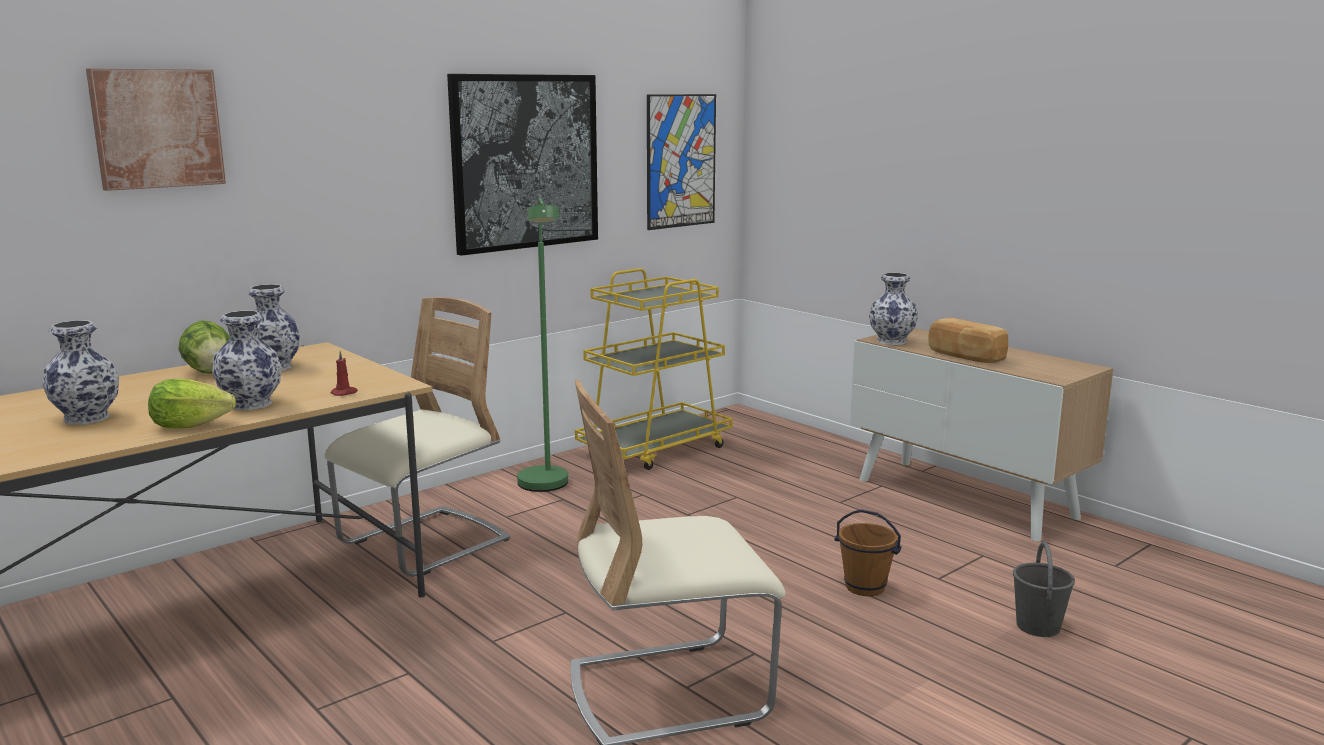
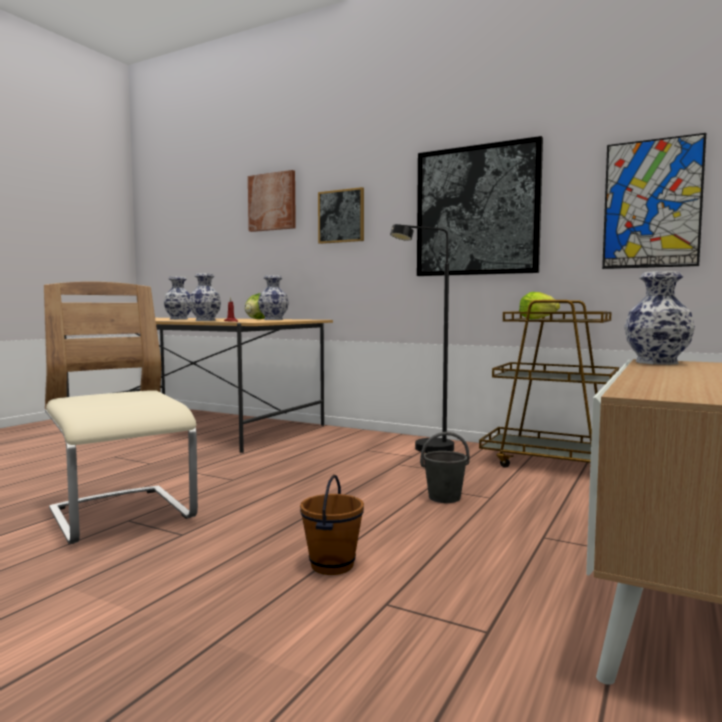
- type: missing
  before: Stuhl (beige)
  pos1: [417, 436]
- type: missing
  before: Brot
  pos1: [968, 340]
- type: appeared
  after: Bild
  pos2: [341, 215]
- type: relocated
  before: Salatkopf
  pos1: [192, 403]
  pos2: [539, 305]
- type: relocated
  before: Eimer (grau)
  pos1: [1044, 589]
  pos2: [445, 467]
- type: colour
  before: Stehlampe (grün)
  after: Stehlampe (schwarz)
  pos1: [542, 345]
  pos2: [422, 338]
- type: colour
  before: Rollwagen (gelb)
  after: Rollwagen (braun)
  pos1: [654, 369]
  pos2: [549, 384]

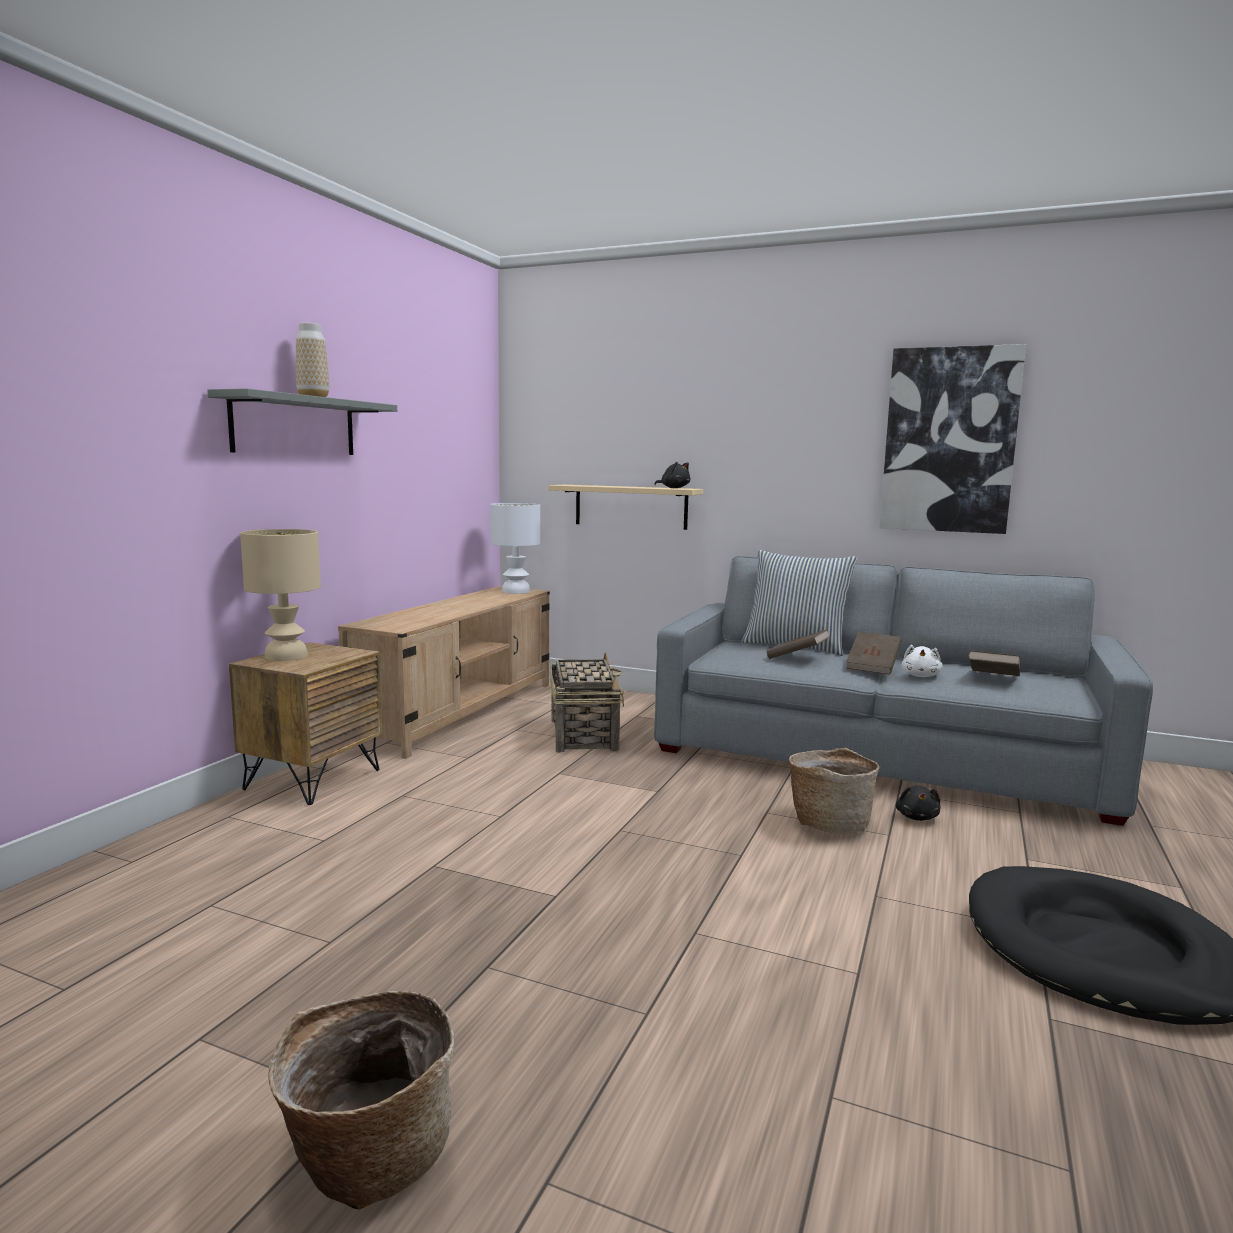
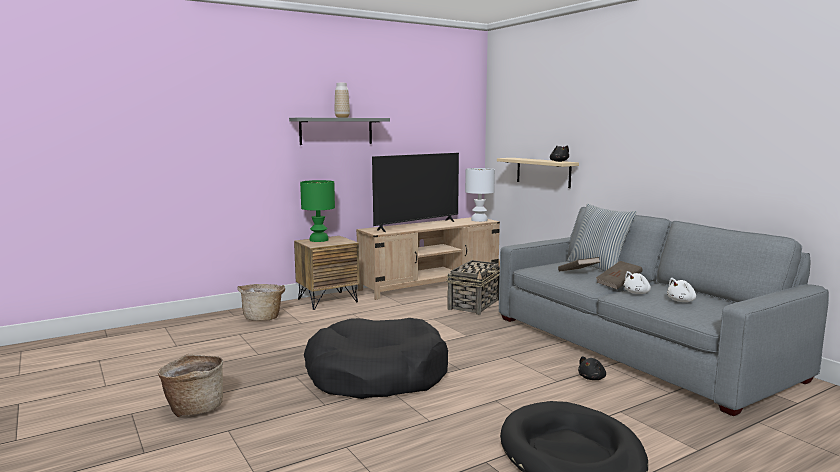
- type: missing
  before: Bild
  pos1: [952, 439]
- type: appeared
  after: Hundebett (schwarz)
  pos2: [376, 358]
- type: appeared
  after: Fernseher
  pos2: [415, 192]
- type: relocated
  before: Korb
  pos1: [834, 791]
  pos2: [261, 302]
- type: exchanged
  before: Buch (braun)
  after: Plüschtier (weiß)
  pos1: [994, 663]
  pos2: [681, 290]
- type: colour
  before: Tischlampe (beige)
  after: Tischlampe (grün)
  pos1: [280, 595]
  pos2: [317, 211]

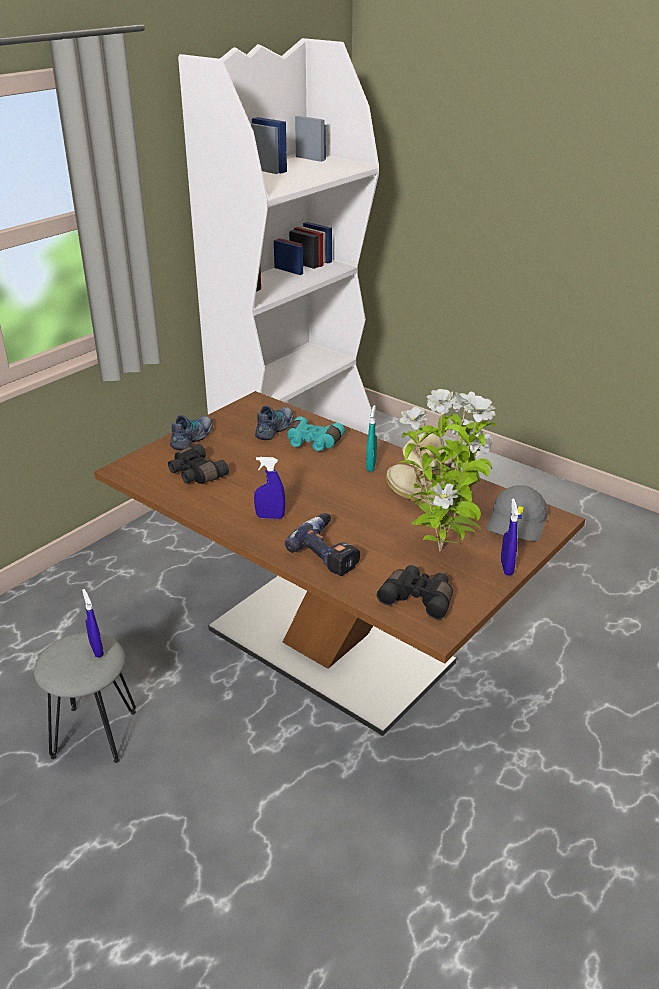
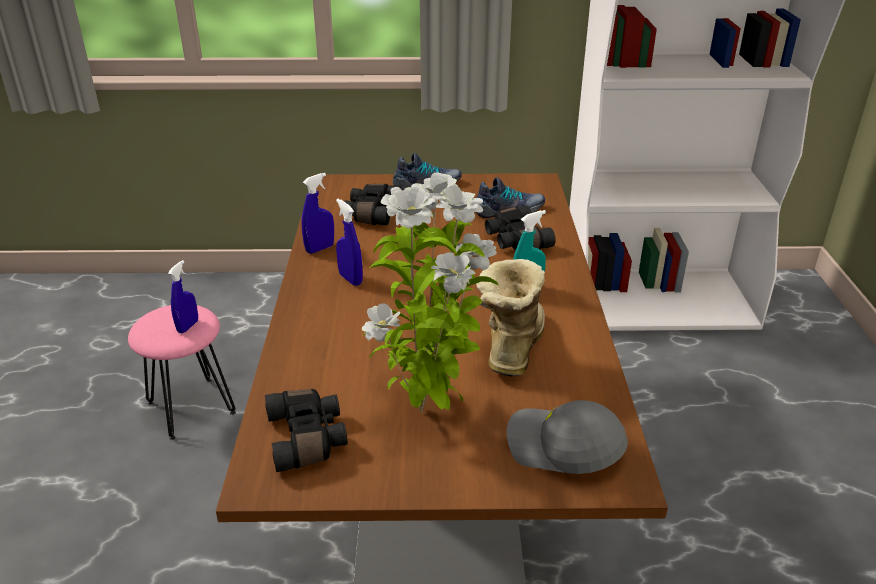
- type: missing
  before: Bohrmaschine
  pos1: [322, 544]
- type: relocated
  before: Sprühflasche (blau)
  pos1: [510, 537]
  pos2: [318, 213]
- type: colour
  before: Hocker (grau)
  after: Hocker (rosa)
  pos1: [85, 697]
  pos2: [182, 372]
- type: colour
  before: Fernglas (türkis)
  after: Fernglas (schwarz)
  pos1: [316, 434]
  pos2: [520, 228]
- type: spun
  before: Kappe (grau)
  pos1: [517, 513]
  pos2: [567, 437]
  turn: 45

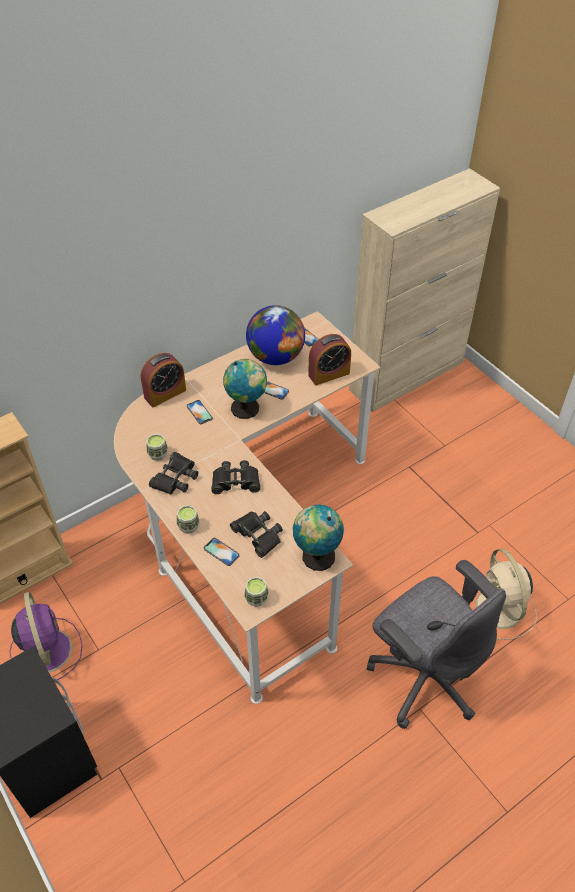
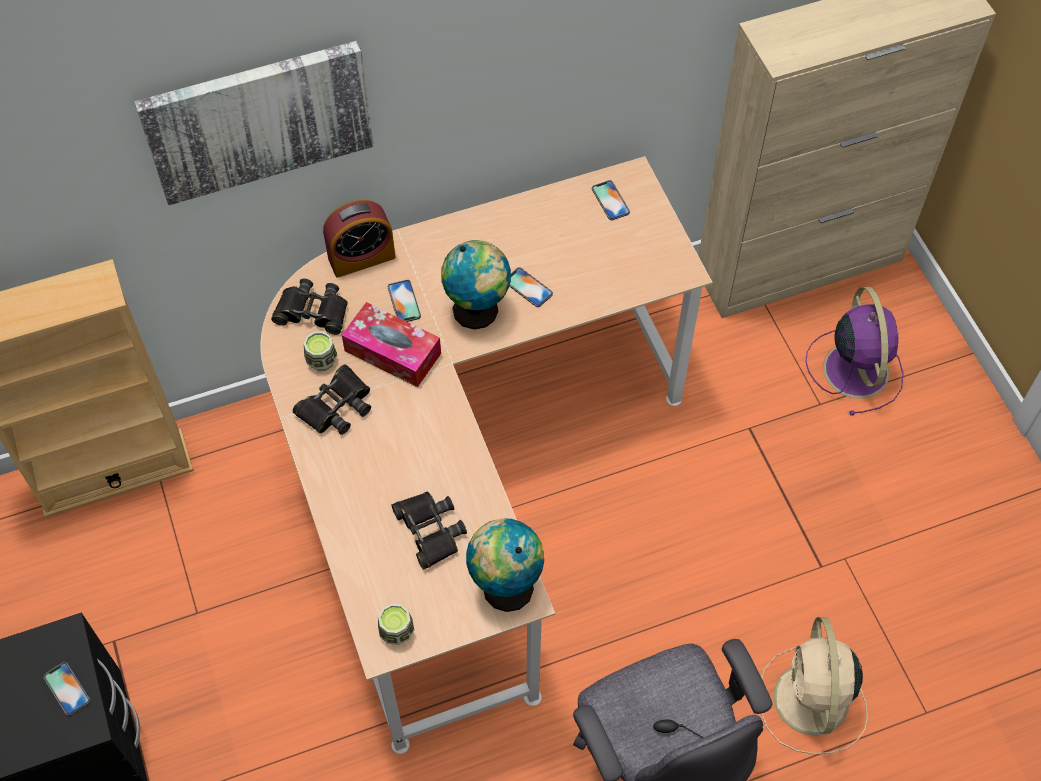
- type: missing
  before: Tasse
  pos1: [188, 519]
- type: missing
  before: Globus
  pos1: [275, 335]
- type: missing
  before: Wecker
  pos1: [329, 359]
- type: appeared
  after: Bild
  pos2: [254, 123]
- type: appeared
  after: Taschentuchbox
  pos2: [391, 344]
- type: relocated
  before: Ventilator (lila)
  pos1: [45, 636]
  pos2: [854, 351]
- type: relocated
  before: Handy
  pos1: [222, 552]
  pos2: [67, 689]
- type: relocated
  before: Fernglas (schwarz)
  pos1: [235, 477]
  pos2: [309, 307]

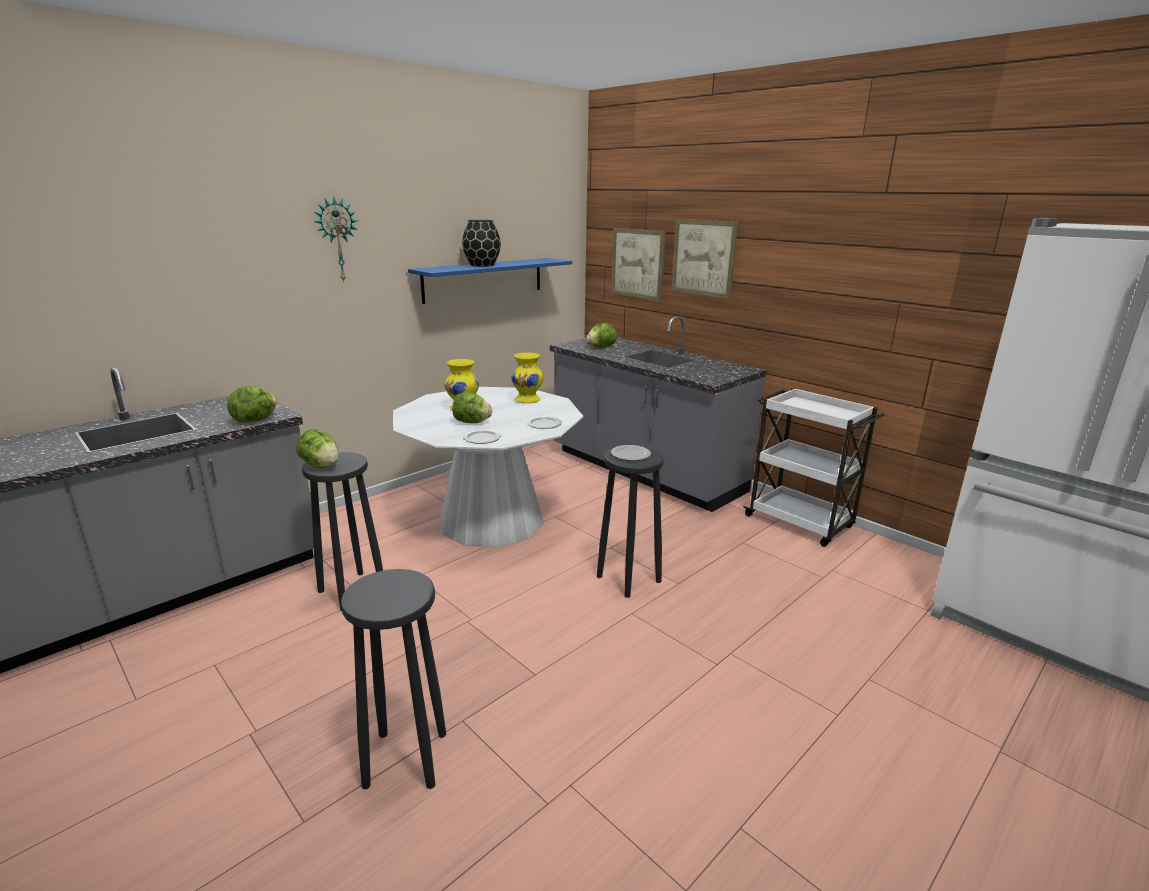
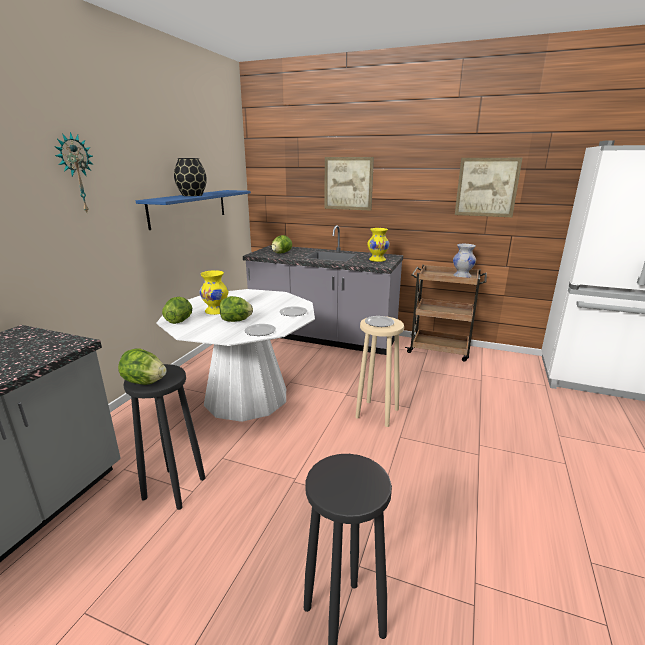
- type: appeared
  after: Vase (weiß)
  pos2: [464, 261]
- type: relocated
  before: Salatkopf
  pos1: [252, 404]
  pos2: [177, 310]
- type: relocated
  before: Vase (gelb)
  pos1: [527, 378]
  pos2: [378, 245]
- type: relocated
  before: Bild
  pos1: [638, 264]
  pos2: [488, 187]
- type: colour
  before: Hocker (schwarz)
  after: Hocker (beige)
  pos1: [630, 522]
  pos2: [379, 371]
- type: colour
  before: Rollwagen (weiß)
  after: Rollwagen (braun)
  pos1: [814, 467]
  pos2: [446, 313]

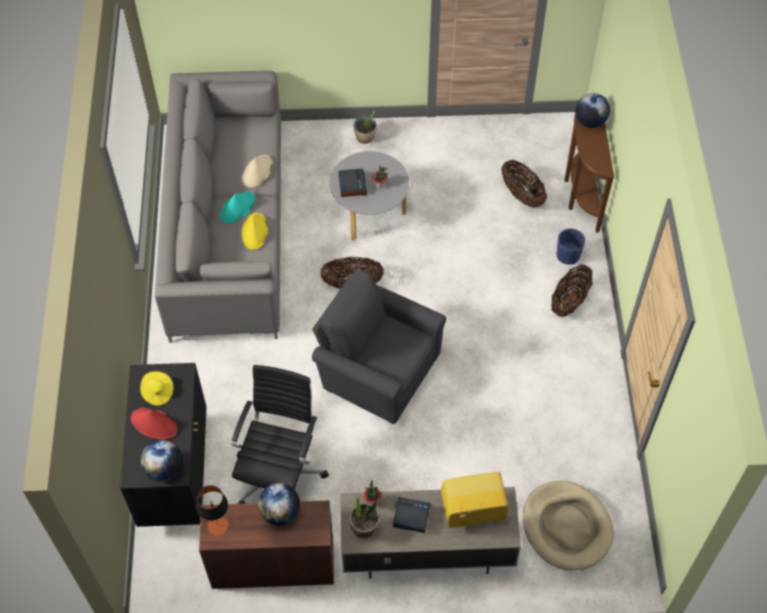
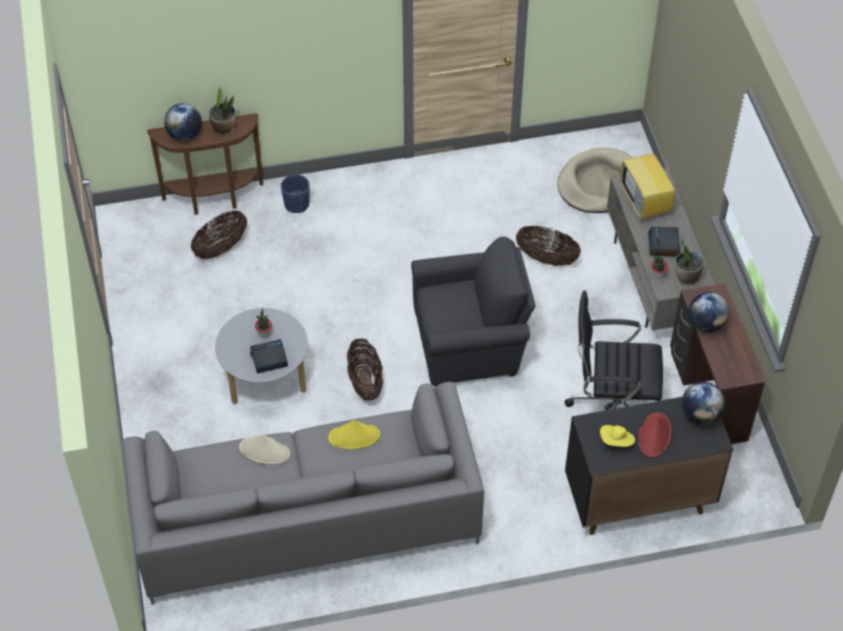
- type: missing
  before: Tischlampe
  pos1: [212, 510]
- type: missing
  before: Hut (türkis)
  pos1: [237, 207]
- type: relocated
  before: Topfpflanze
  pos1: [364, 127]
  pos2: [222, 110]
- type: relocated
  before: Korb
  pos1: [572, 290]
  pos2: [548, 246]
- type: spun
  before: Sessel (grau)
  pos1: [379, 347]
  pos2: [473, 312]
  turn: -120

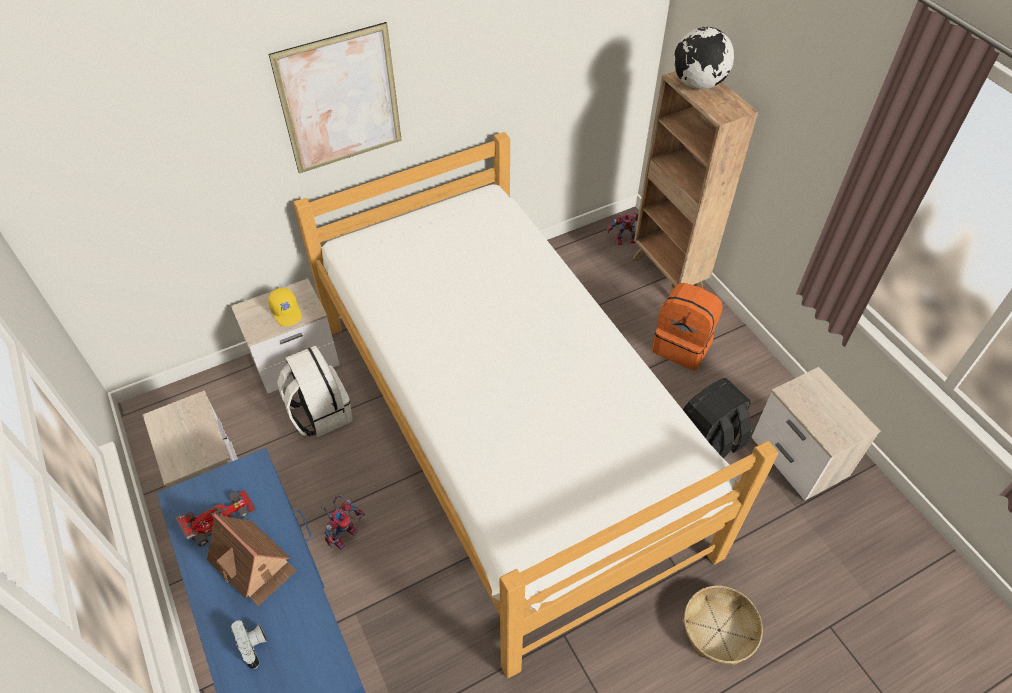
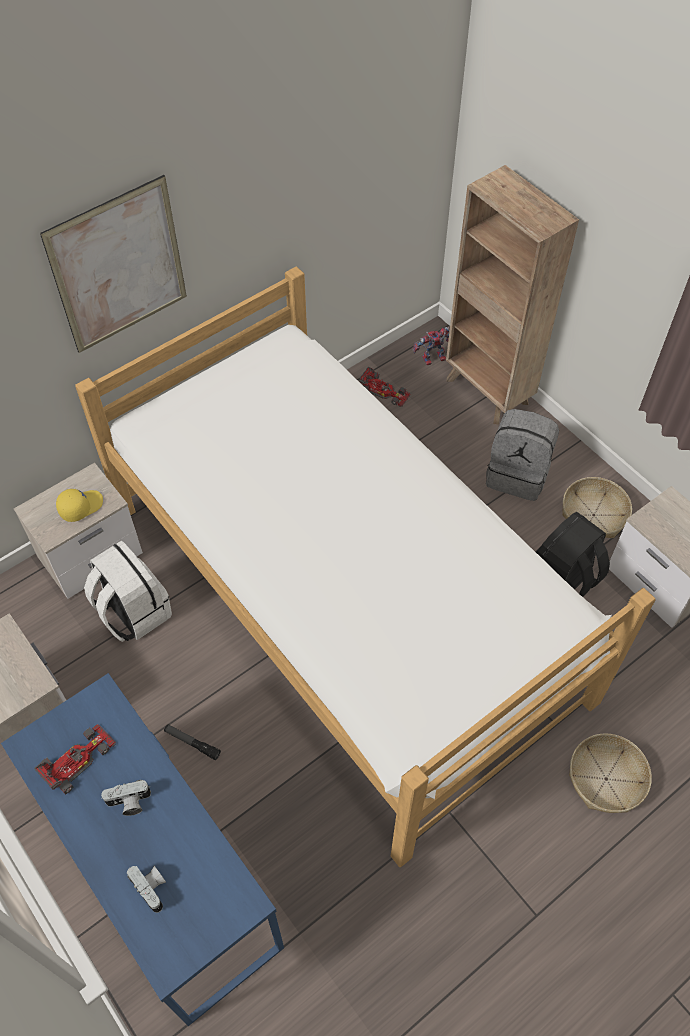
- type: missing
  before: Globus
  pos1: [704, 58]
- type: appeared
  after: Spielzeugauto
  pos2: [385, 387]
- type: appeared
  after: Korb
  pos2: [597, 507]
- type: exchanged
  before: Spielzeughaus
  after: Kamera
  pos1: [252, 559]
  pos2: [126, 798]
- type: exchanged
  before: Spielzeugroboter
  after: Taschenlampe
  pos1: [343, 522]
  pos2: [192, 742]
- type: colour
  before: Rucksack (orange)
  after: Rucksack (grau)
  pos1: [687, 326]
  pos2: [522, 455]
- type: spun
  before: Kappe (gelb)
  pos1: [285, 307]
  pos2: [79, 505]
  turn: -90

